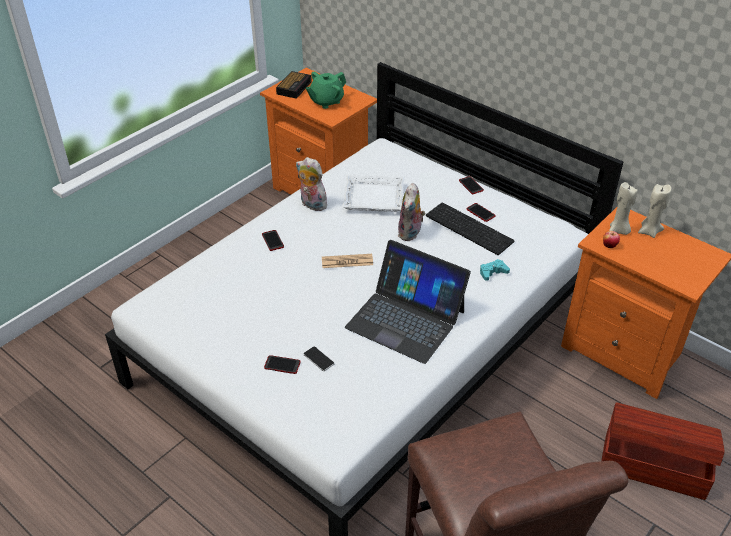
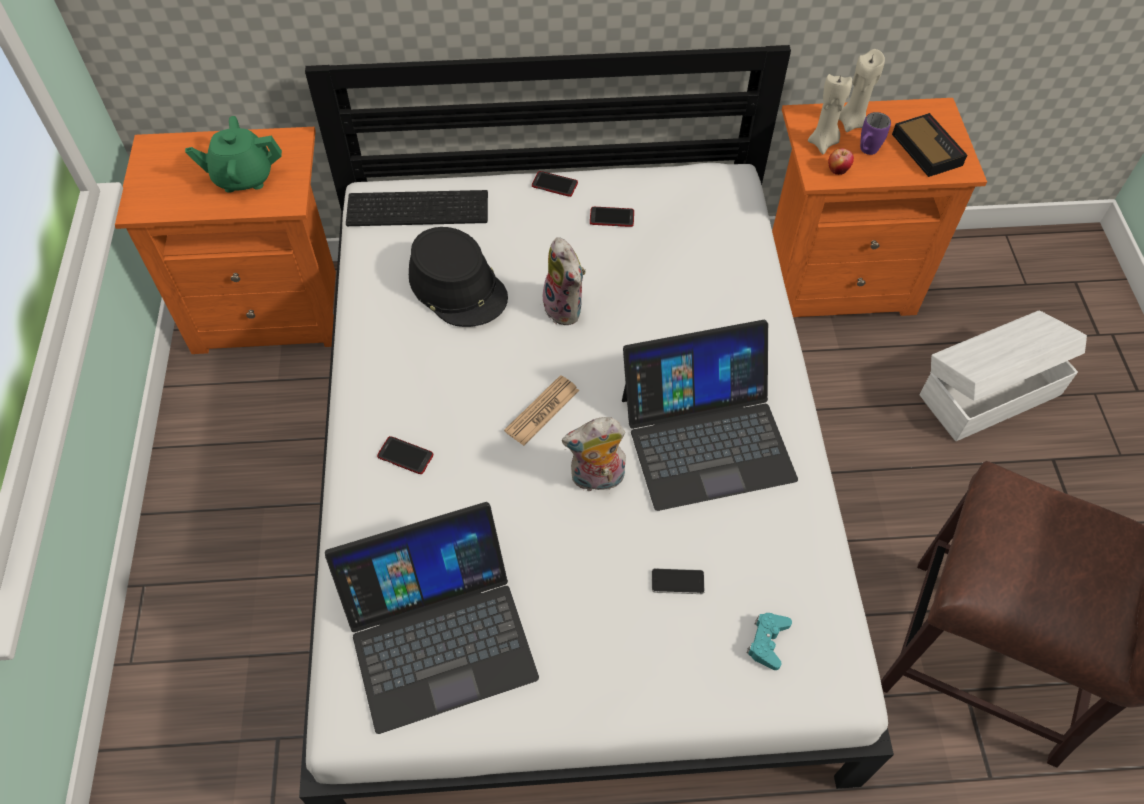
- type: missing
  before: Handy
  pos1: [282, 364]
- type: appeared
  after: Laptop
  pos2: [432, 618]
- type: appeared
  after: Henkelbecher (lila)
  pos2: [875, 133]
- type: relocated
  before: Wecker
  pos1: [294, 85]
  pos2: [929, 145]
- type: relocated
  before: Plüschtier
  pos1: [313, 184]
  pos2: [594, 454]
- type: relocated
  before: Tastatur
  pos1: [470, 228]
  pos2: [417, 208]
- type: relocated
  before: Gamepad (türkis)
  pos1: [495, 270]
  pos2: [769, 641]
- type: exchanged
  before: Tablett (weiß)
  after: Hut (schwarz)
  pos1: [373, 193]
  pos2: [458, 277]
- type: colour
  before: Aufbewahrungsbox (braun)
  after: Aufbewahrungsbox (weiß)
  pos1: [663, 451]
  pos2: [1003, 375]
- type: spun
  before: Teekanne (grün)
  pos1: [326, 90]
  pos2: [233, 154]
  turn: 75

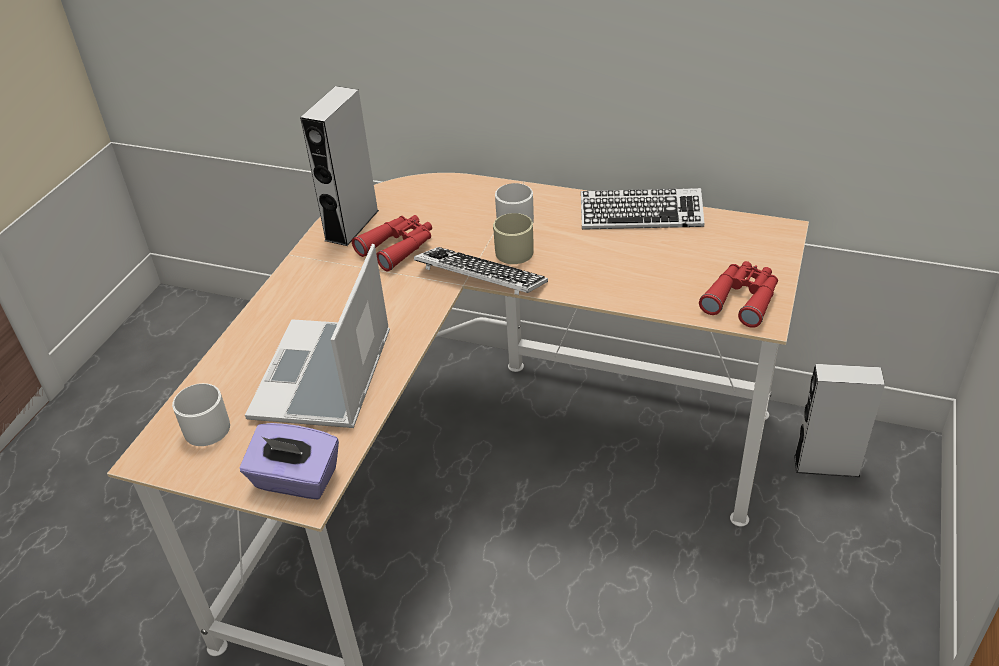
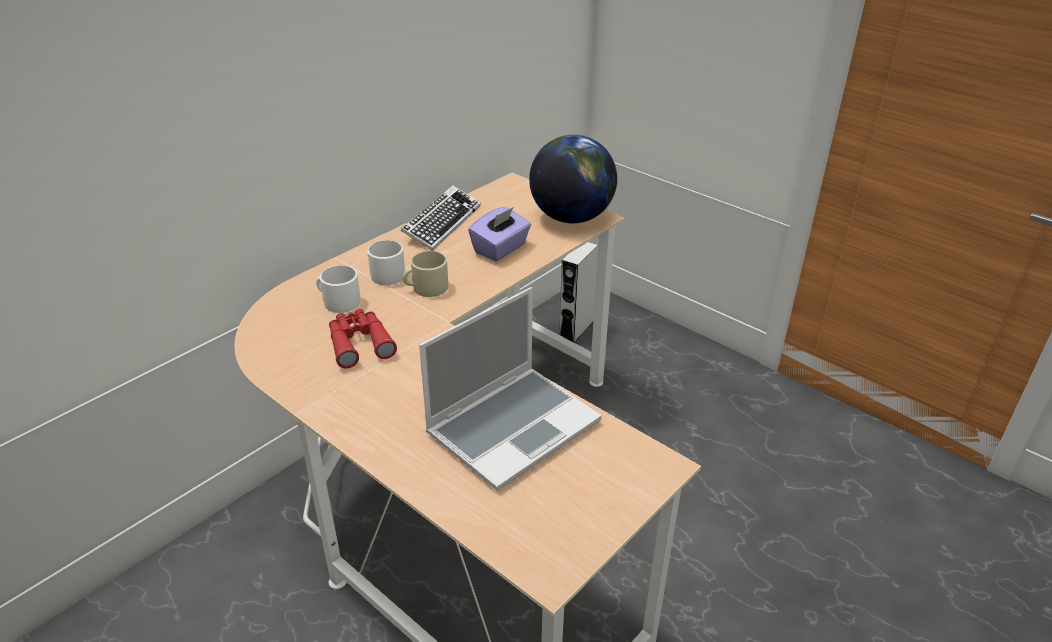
- type: missing
  before: Lautsprecher (grau)
  pos1: [339, 166]
- type: missing
  before: Tastatur
  pos1: [481, 271]
- type: relocated
  before: Henkelbecher (weiß)
  pos1: [201, 414]
  pos2: [338, 289]
- type: relocated
  before: Taschentuchbox (lila)
  pos1: [289, 461]
  pos2: [499, 234]
- type: exchanged
  before: Fernglas (rot)
  after: Globus
  pos1: [738, 294]
  pos2: [573, 179]
- type: spun
  before: Laptop
  pos1: [317, 336]
  pos2: [510, 389]
  turn: -75

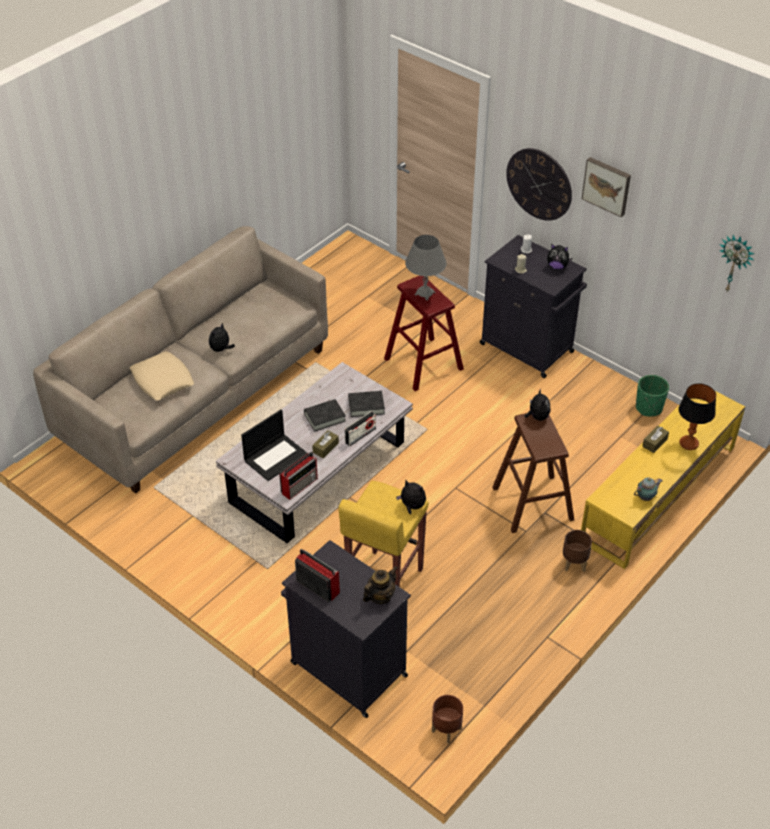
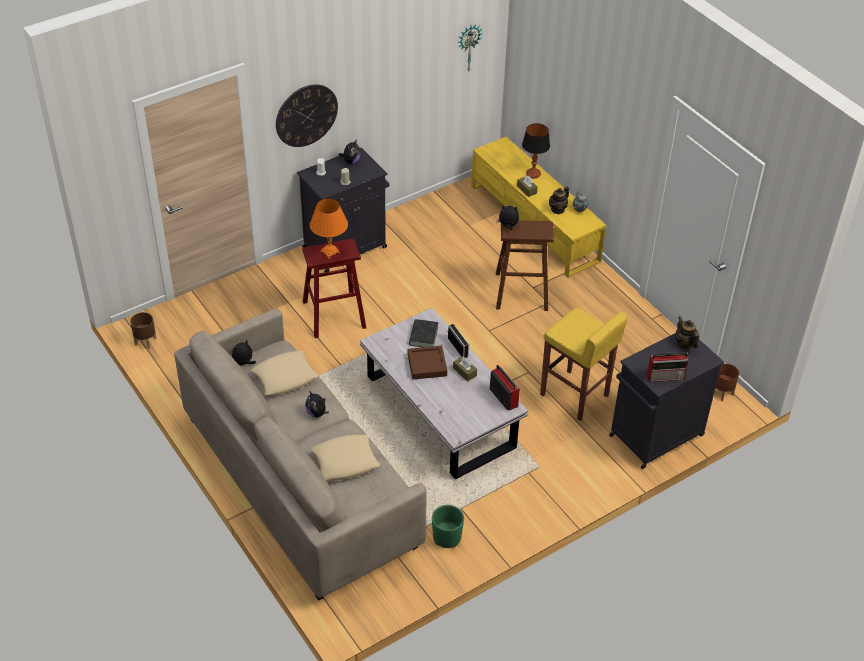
- type: missing
  before: Laptop
  pos1: [274, 445]
- type: missing
  before: Bild
  pos1: [606, 187]
- type: appeared
  after: Kissen (beige)
  pos2: [284, 373]
- type: appeared
  after: Teekanne
  pos2: [559, 200]
- type: relocated
  before: Plüschtier
  pos1: [411, 497]
  pos2: [244, 352]
- type: relocated
  before: Pflanzkübel (braun)
  pos1: [577, 551]
  pos2: [143, 330]
- type: relocated
  before: Pflanzkübel (grün)
  pos1: [652, 396]
  pos2: [448, 526]
- type: exchanged
  before: Buch (schwarz)
  after: Tablett (braun)
  pos1: [325, 415]
  pos2: [427, 363]
- type: colour
  before: Tischlampe (grau)
  after: Tischlampe (orange)
  pos1: [426, 268]
  pos2: [329, 229]
- type: spun
  before: Radio
  pos1: [317, 575]
  pos2: [667, 367]
  turn: -150

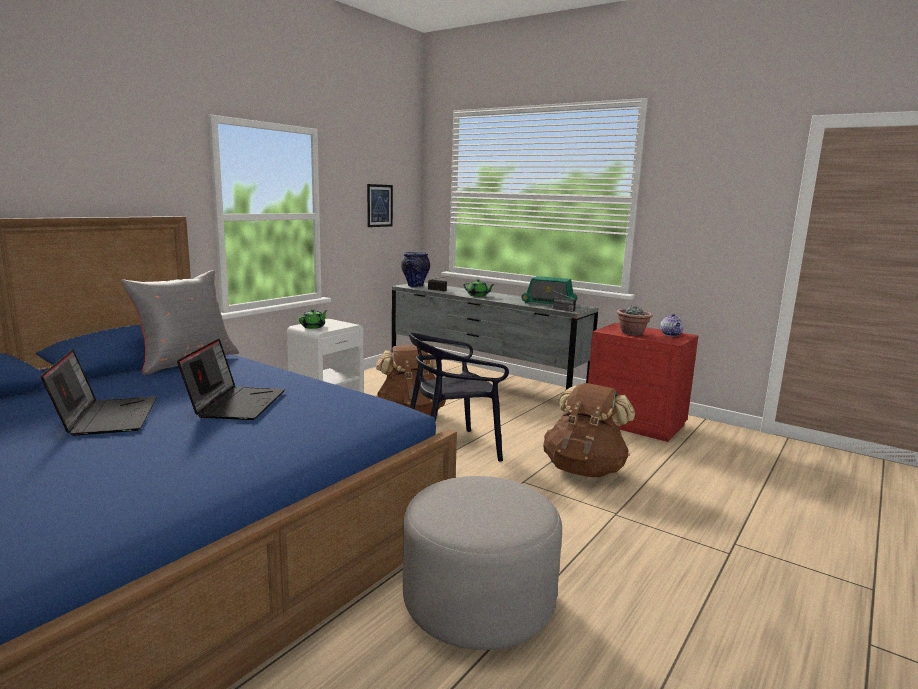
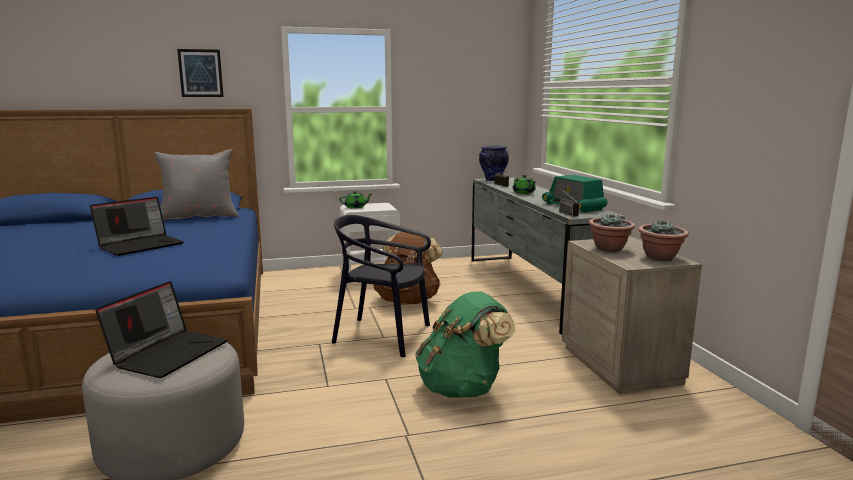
- type: relocated
  before: Laptop
  pos1: [98, 392]
  pos2: [161, 329]
- type: relocated
  before: Bild
  pos1: [380, 205]
  pos2: [200, 73]
- type: exchanged
  before: Teekanne
  after: Topfpflanze
  pos1: [672, 325]
  pos2: [663, 240]
- type: colour
  before: Rucksack (braun)
  after: Rucksack (grün)
  pos1: [589, 430]
  pos2: [465, 344]
- type: colour
  before: Nachttisch (rot)
  after: Nachttisch (beige)
  pos1: [643, 382]
  pos2: [632, 315]

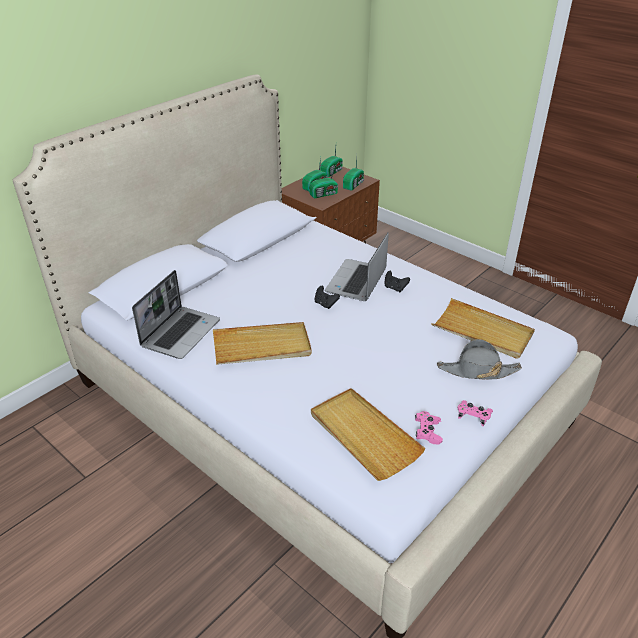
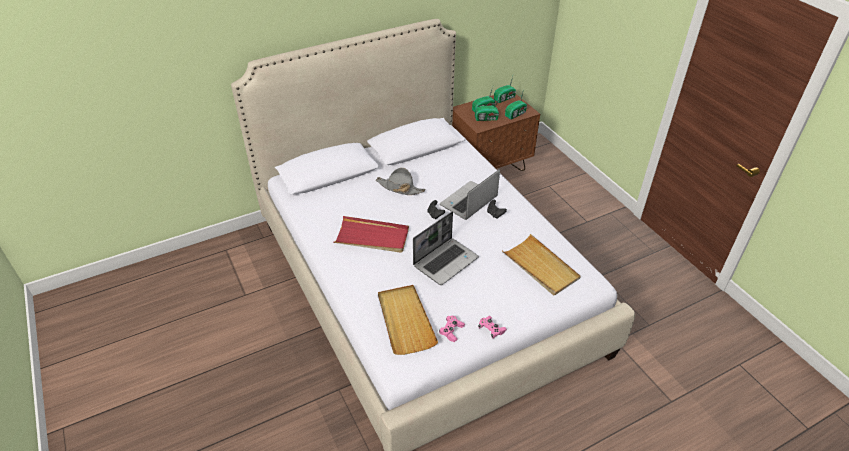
- type: relocated
  before: Laptop
  pos1: [176, 314]
  pos2: [446, 248]
- type: relocated
  before: Hut (grau)
  pos1: [479, 359]
  pos2: [401, 181]
- type: colour
  before: Tablett (beige)
  after: Tablett (rot)
  pos1: [262, 343]
  pos2: [371, 234]

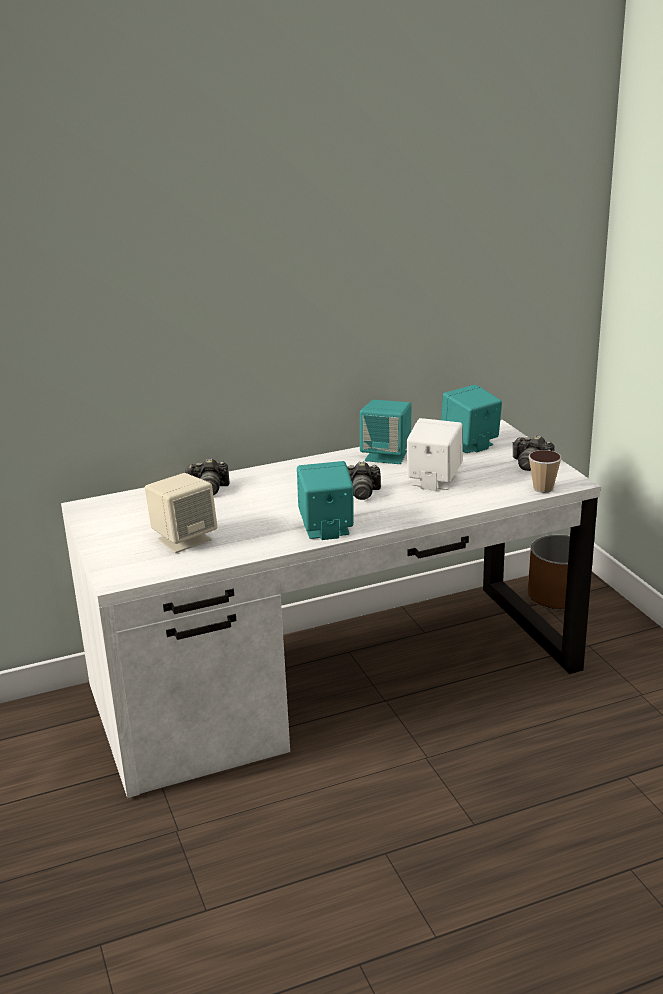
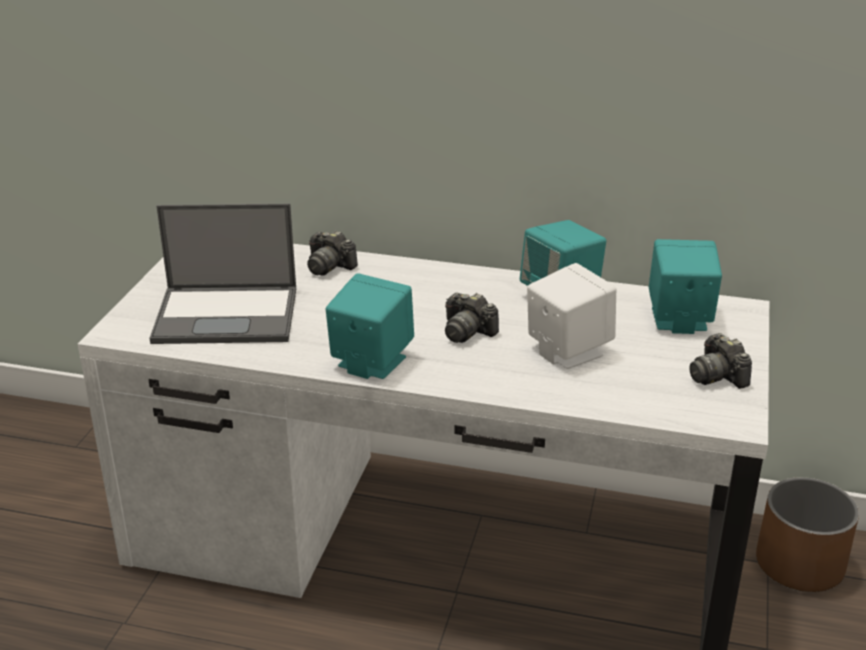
- type: missing
  before: Tasse
  pos1: [545, 471]
- type: exchanged
  before: Lautsprecher (beige)
  after: Laptop
  pos1: [181, 513]
  pos2: [223, 274]

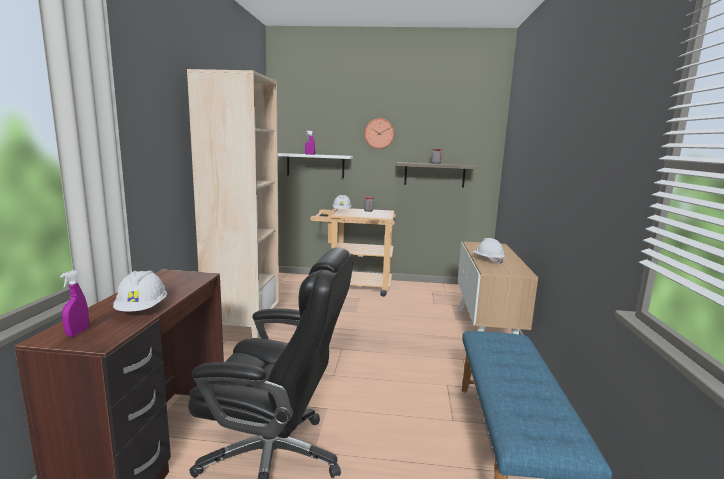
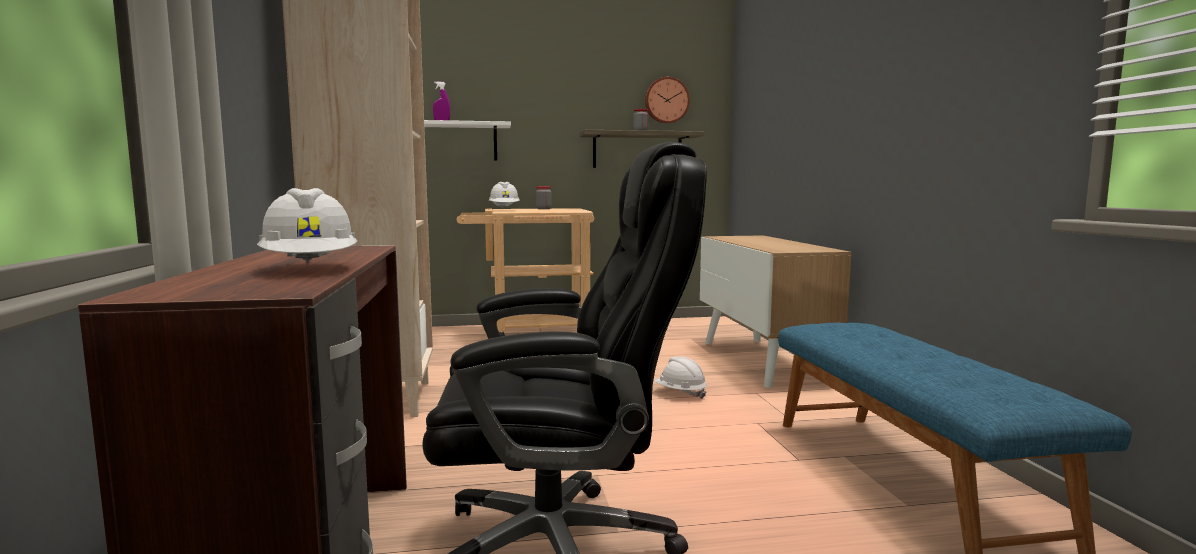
- type: missing
  before: Sprühflasche (lila)
  pos1: [74, 303]
- type: relocated
  before: Wanduhr
  pos1: [379, 133]
  pos2: [667, 100]
- type: relocated
  before: Schutzhelm (weiß)
  pos1: [489, 251]
  pos2: [680, 377]

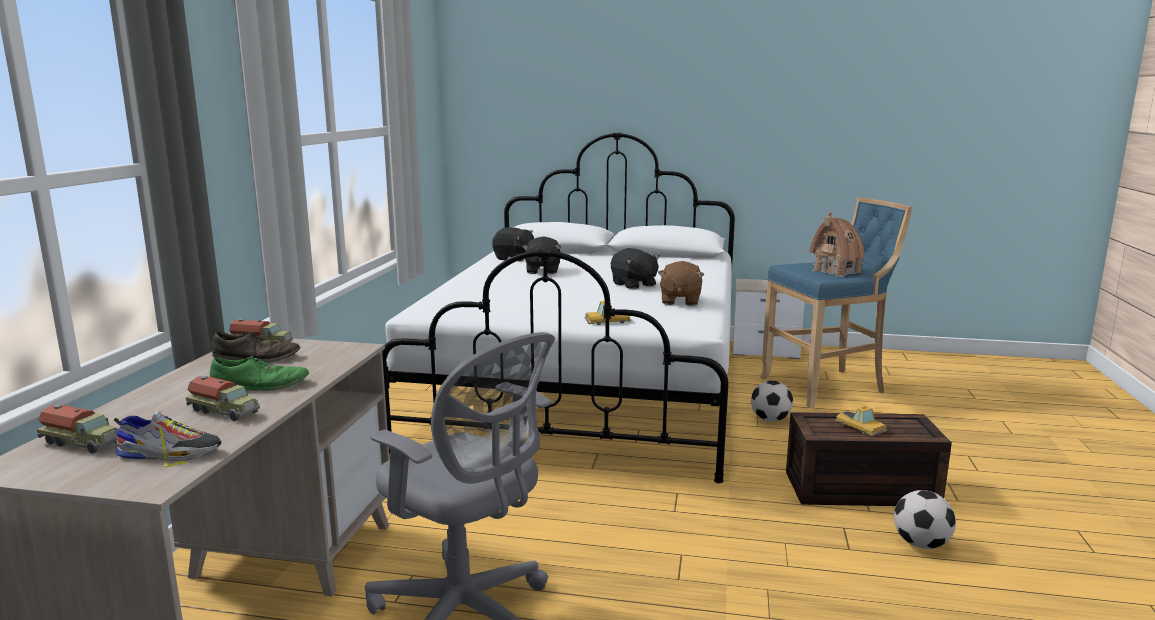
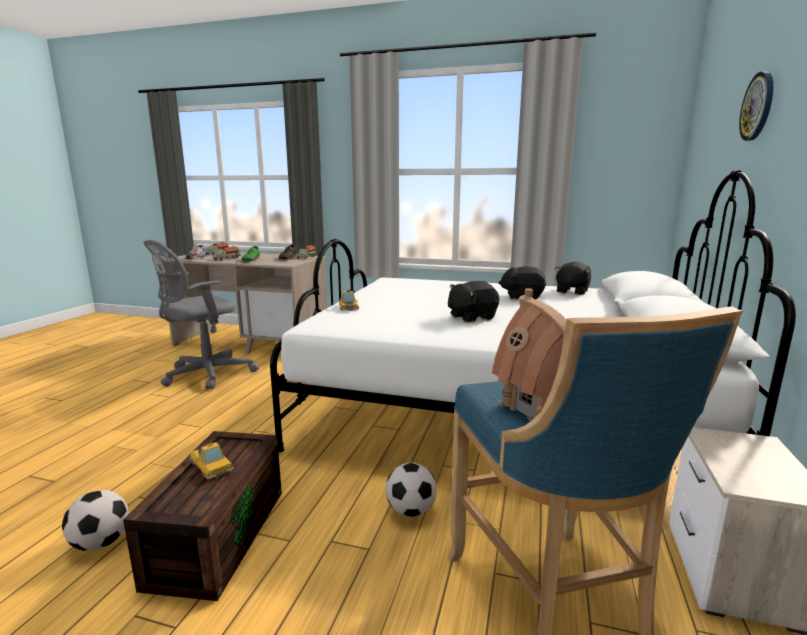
- type: missing
  before: Plüschtier (braun)
  pos1: [681, 283]
- type: appeared
  after: Wanduhr
  pos2: [756, 106]
- type: spun
  before: Spielzeugauto
  pos1: [861, 421]
  pos2: [212, 461]
  turn: -105

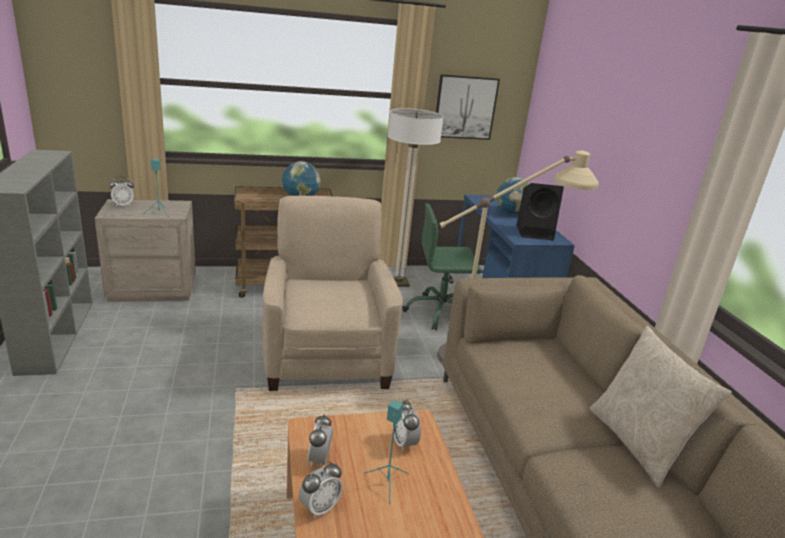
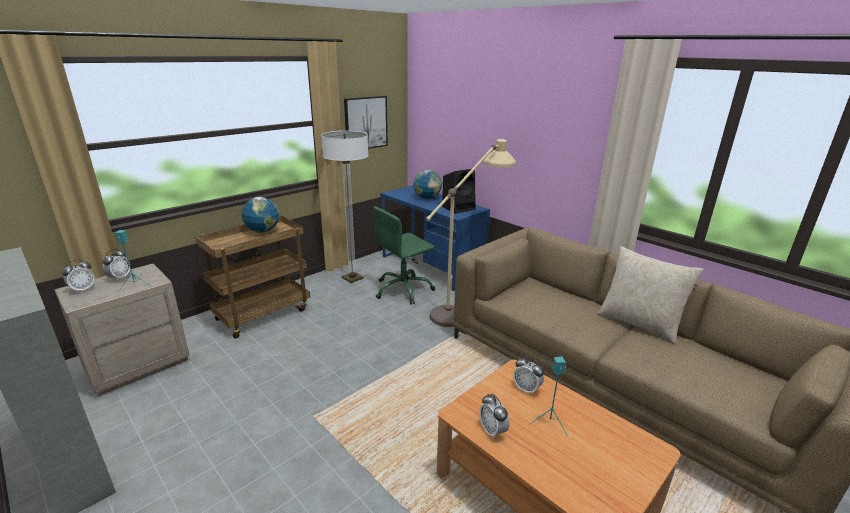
- type: missing
  before: Sessel (beige)
  pos1: [333, 293]
- type: relocated
  before: Wecker
  pos1: [321, 490]
  pos2: [116, 265]

